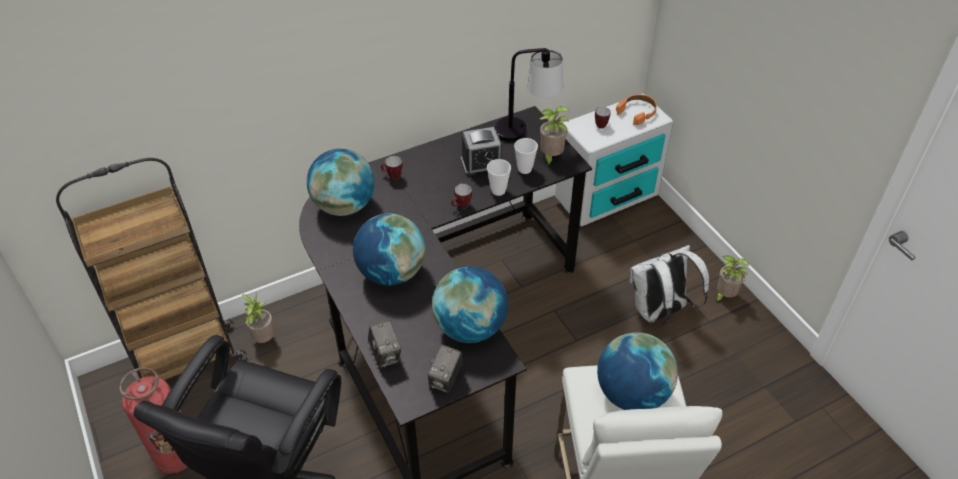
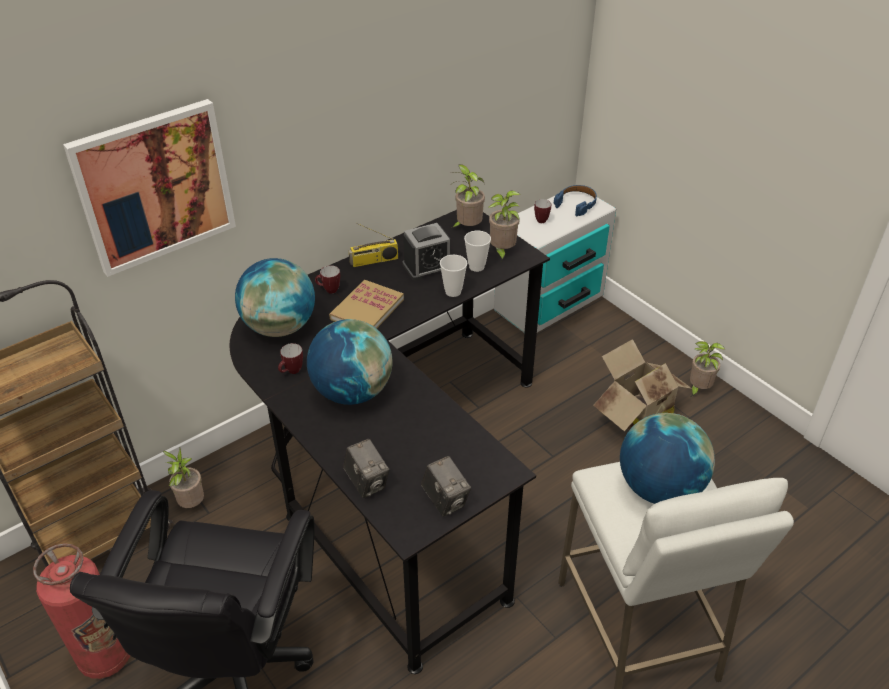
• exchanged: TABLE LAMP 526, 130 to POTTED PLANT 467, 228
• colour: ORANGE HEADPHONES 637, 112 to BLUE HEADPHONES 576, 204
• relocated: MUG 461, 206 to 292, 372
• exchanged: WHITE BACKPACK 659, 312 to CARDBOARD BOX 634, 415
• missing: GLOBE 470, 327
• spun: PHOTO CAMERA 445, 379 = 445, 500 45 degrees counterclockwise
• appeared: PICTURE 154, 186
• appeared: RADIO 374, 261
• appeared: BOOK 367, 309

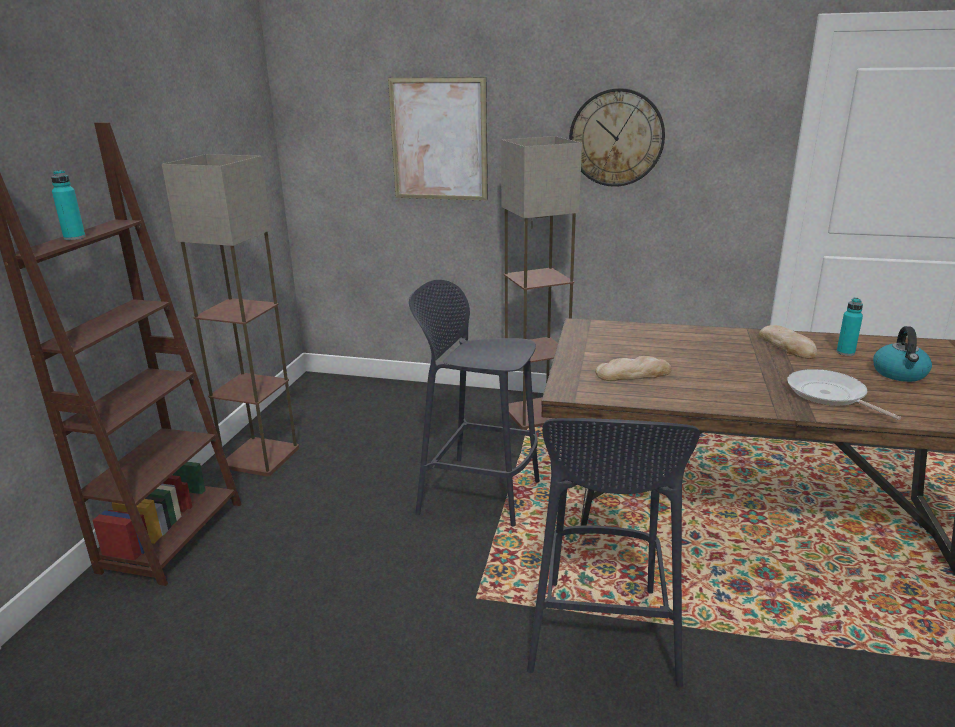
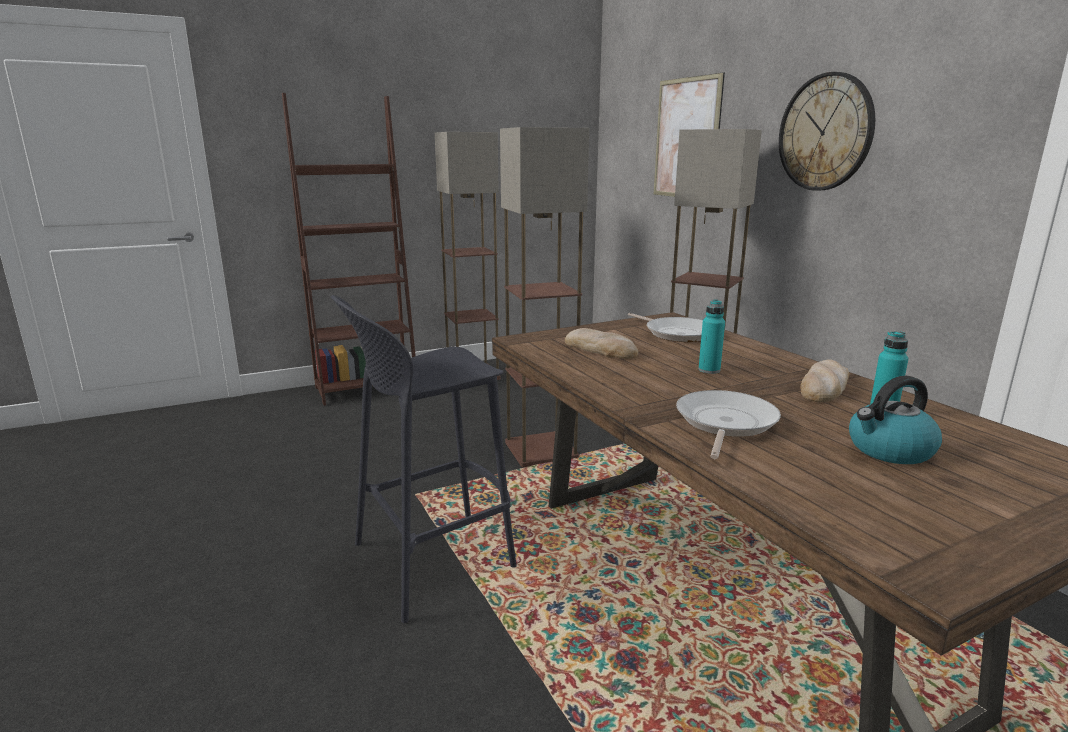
• relocated: TURQUOISE BOTTLE 74, 237 to 709, 370
• exchanged: GREY STOOL 478, 493 to FLOOR LAMP 541, 449
• appeared: FRYING PAN 677, 333

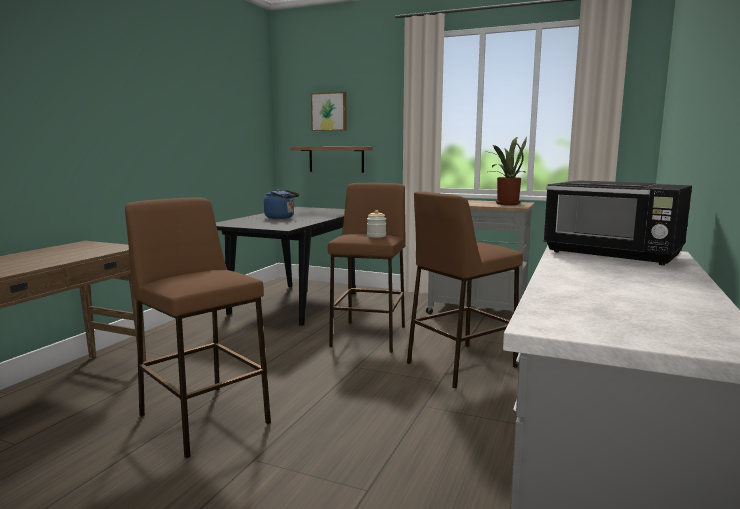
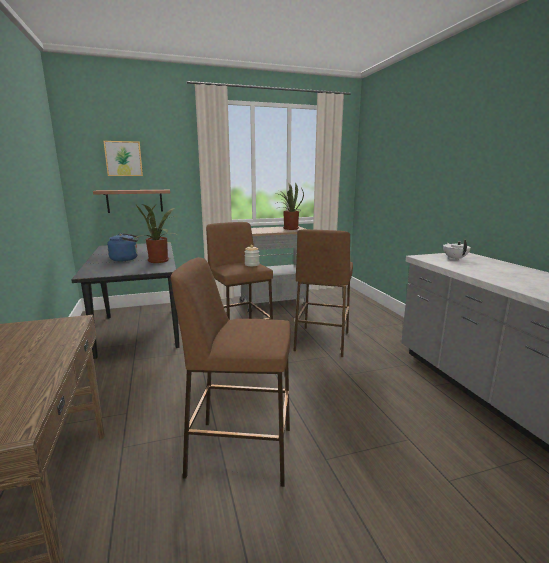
• exchanged: BLACK MICROWAVE 613, 255 to WHITE TEAPOT 455, 258
• appeared: POTTED PLANT 160, 261

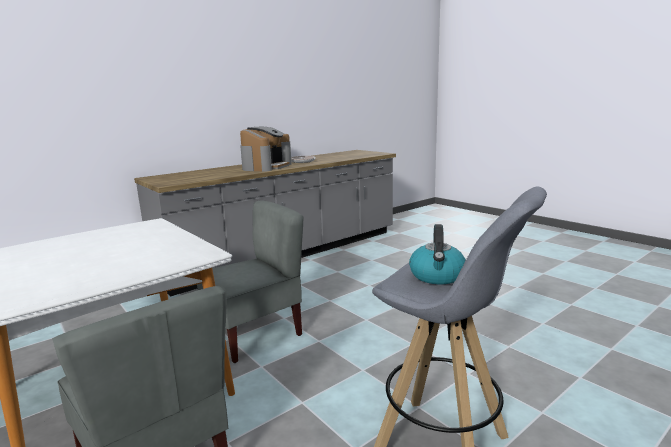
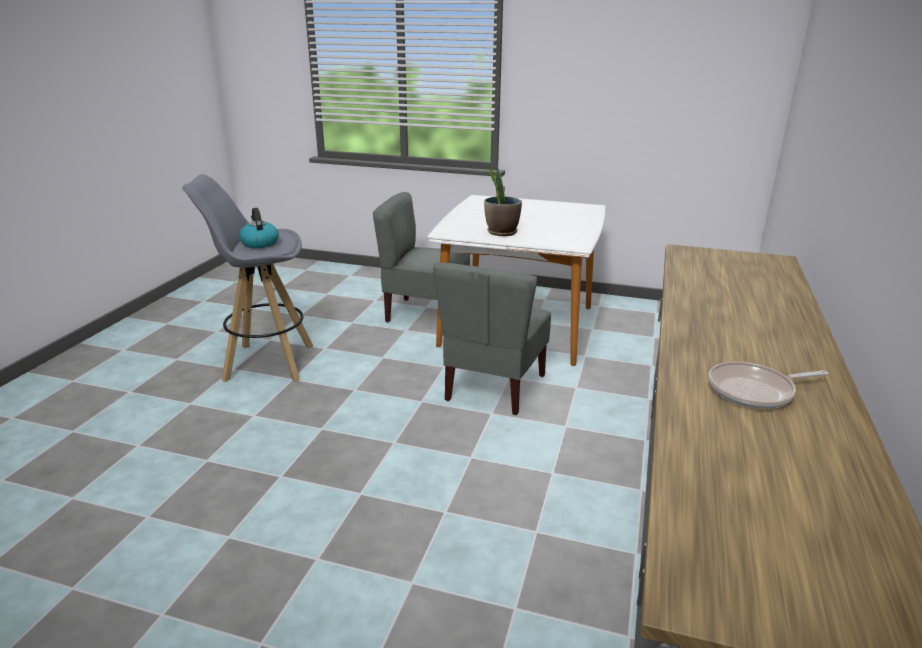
• missing: COFFEE MACHINE 266, 167
• appeared: POTTED PLANT 501, 232

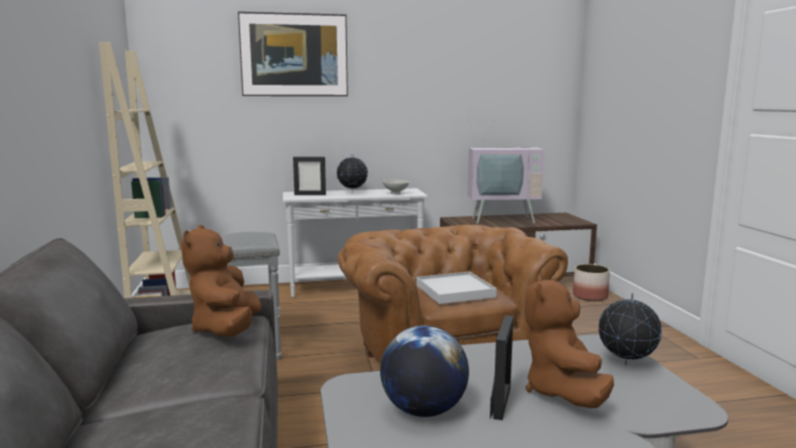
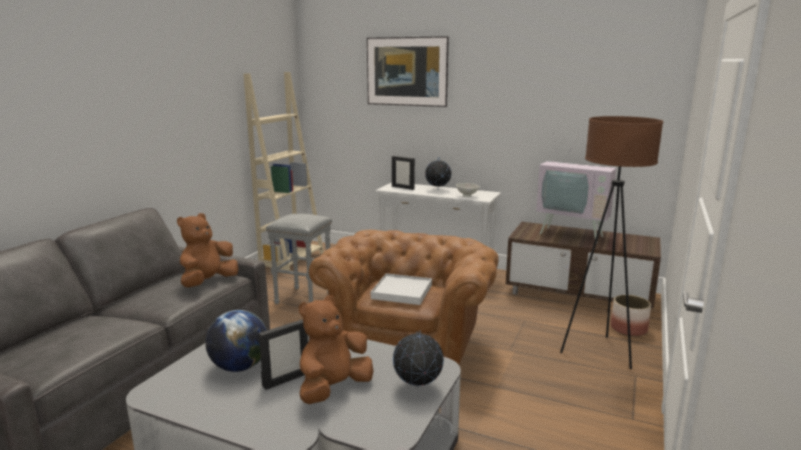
• appeared: BROWN FLOOR LAMP 598, 352

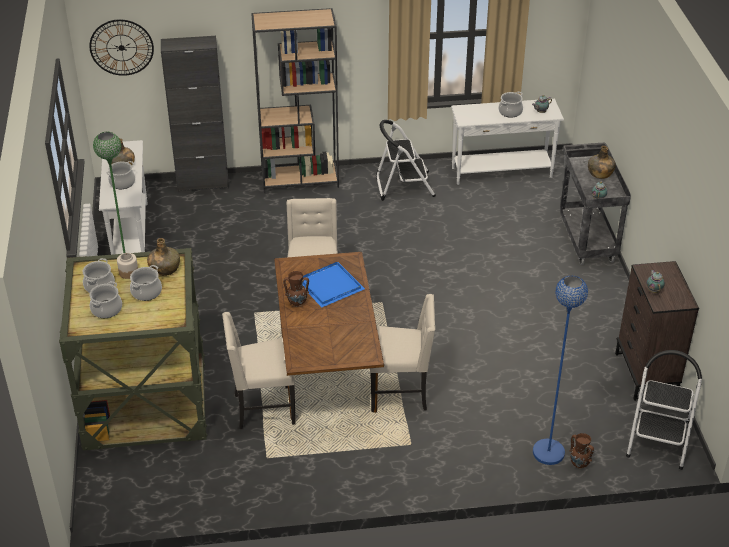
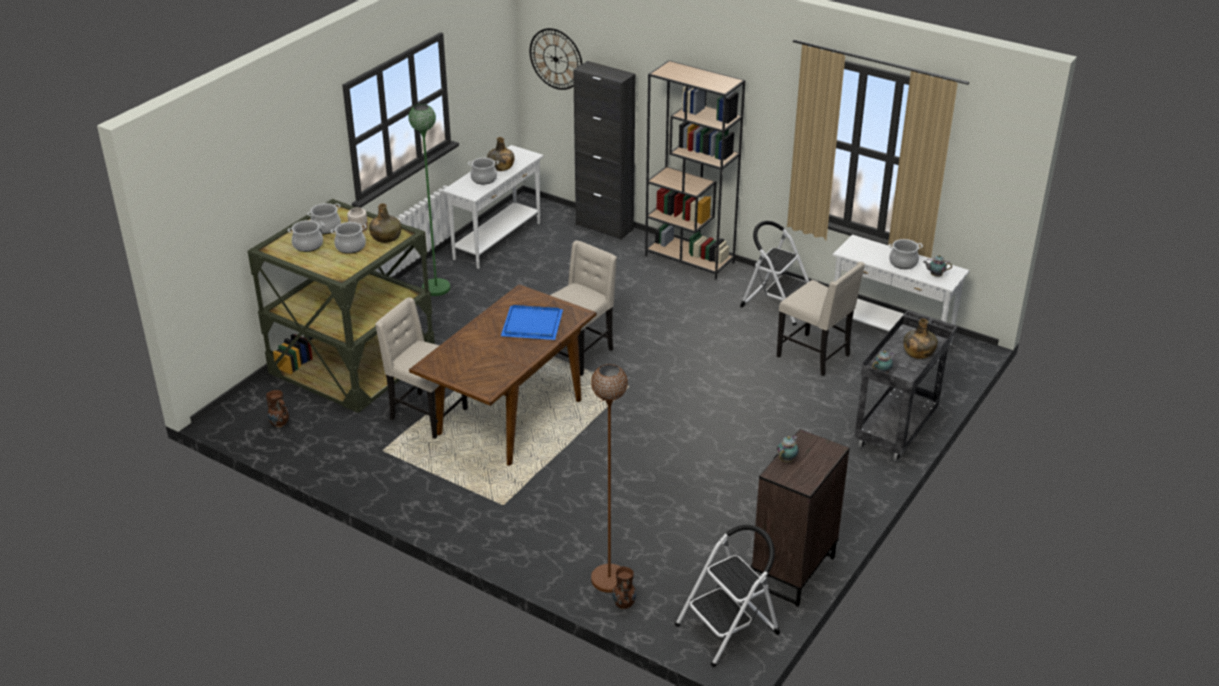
• relocated: BROWN VASE 297, 303 to 279, 423
• colour: BLUE FLOOR LAMP 548, 453 to BROWN FLOOR LAMP 609, 579
• relocated: BEIGE CHAIR 400, 393 to 815, 356

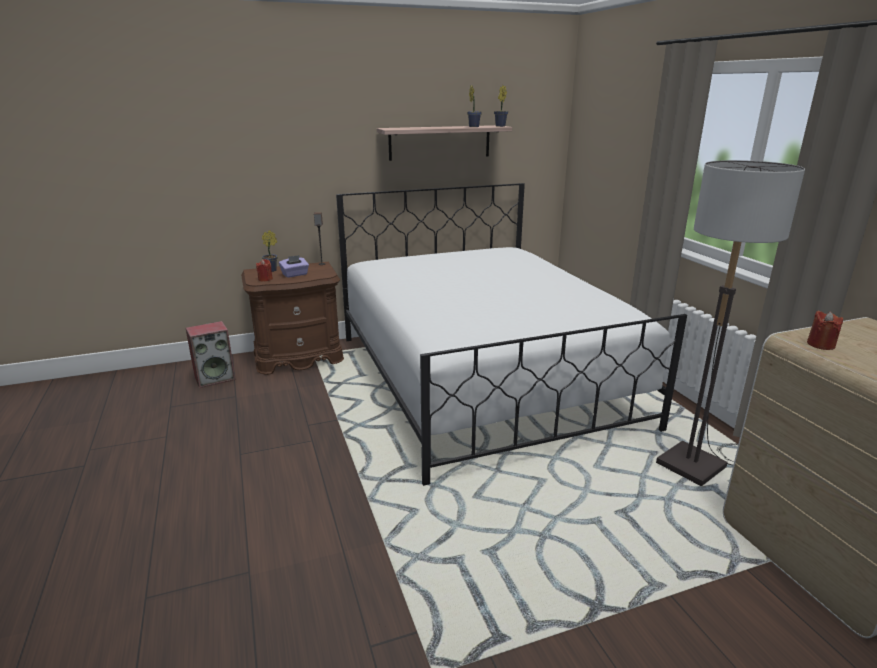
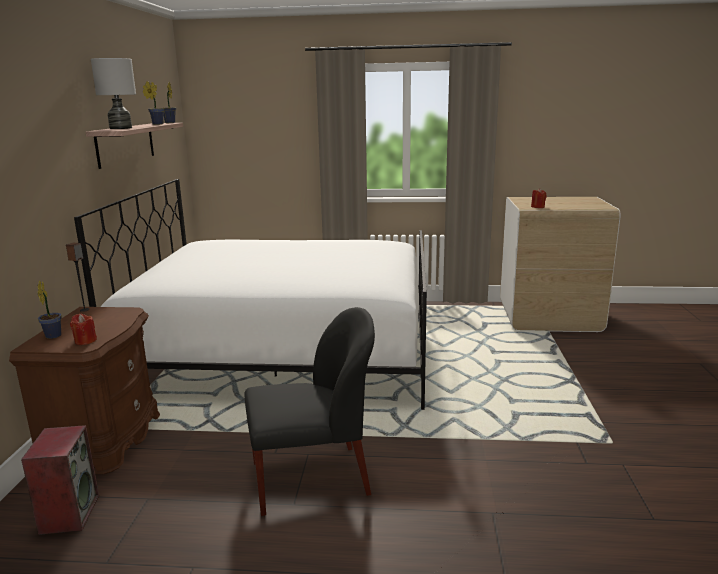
• missing: FLOOR LAMP 706, 463
• missing: PURPLE TISSUE BOX 295, 274
• appeared: GREY TABLE LAMP 121, 128
• appeared: BLACK CHAIR 313, 478

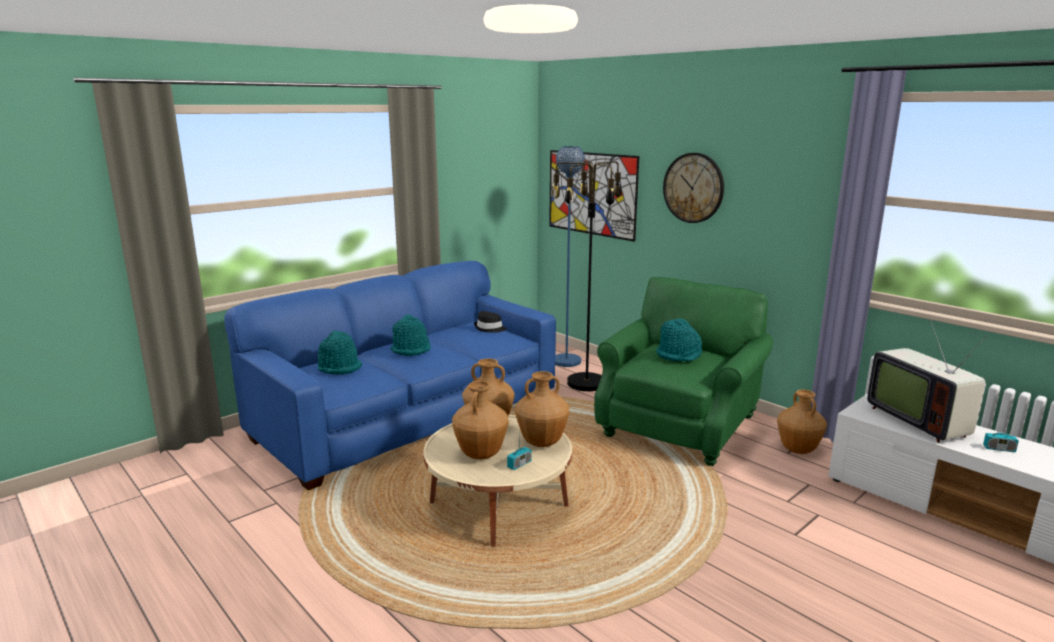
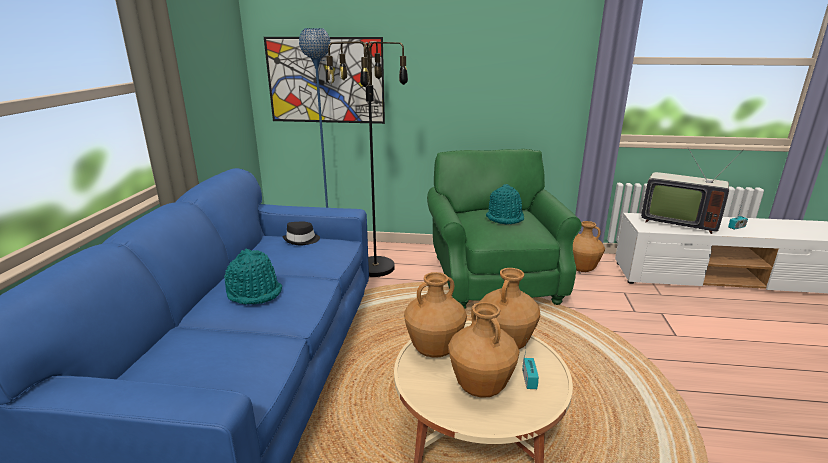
• missing: WALL CLOCK 693, 188
• missing: TURQUOISE HAT 339, 367

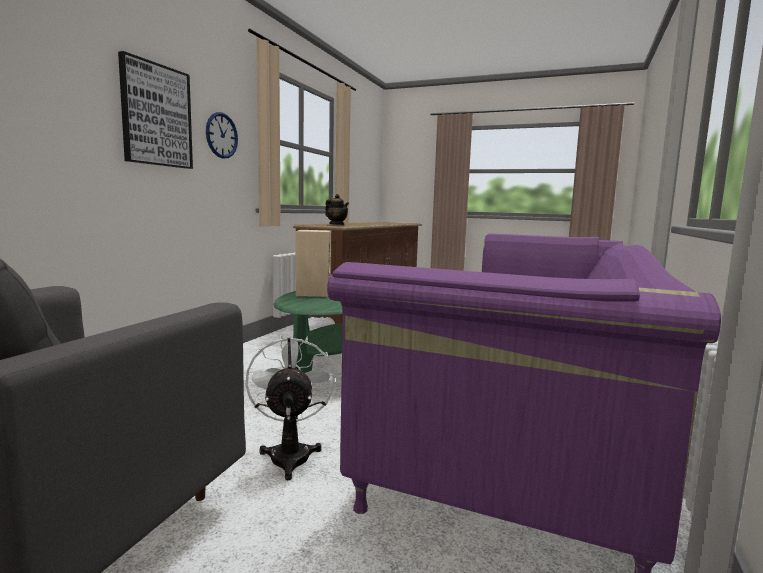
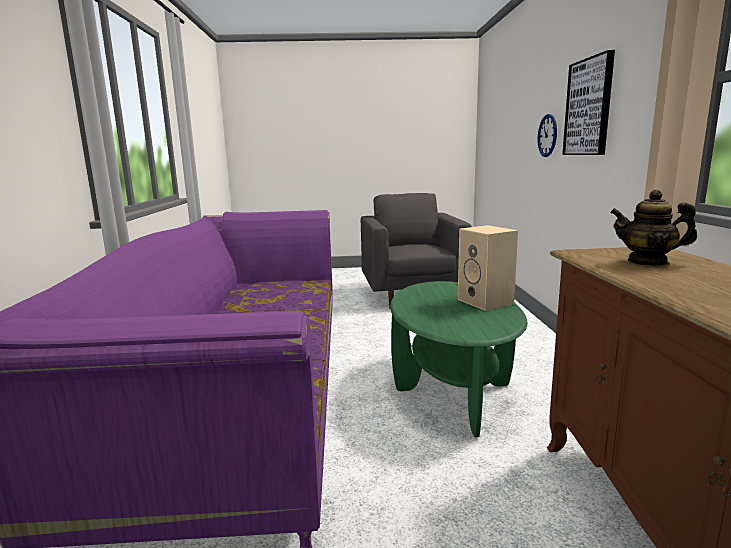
• relocated: WALL CLOCK 221, 135 to 547, 135
• missing: WHITE FAN 290, 454

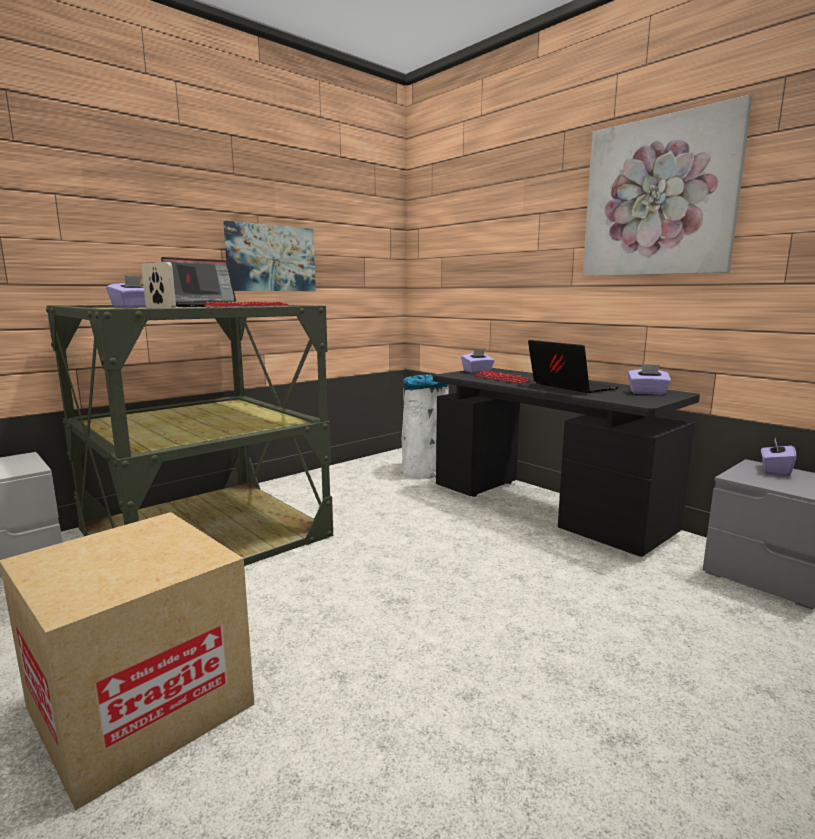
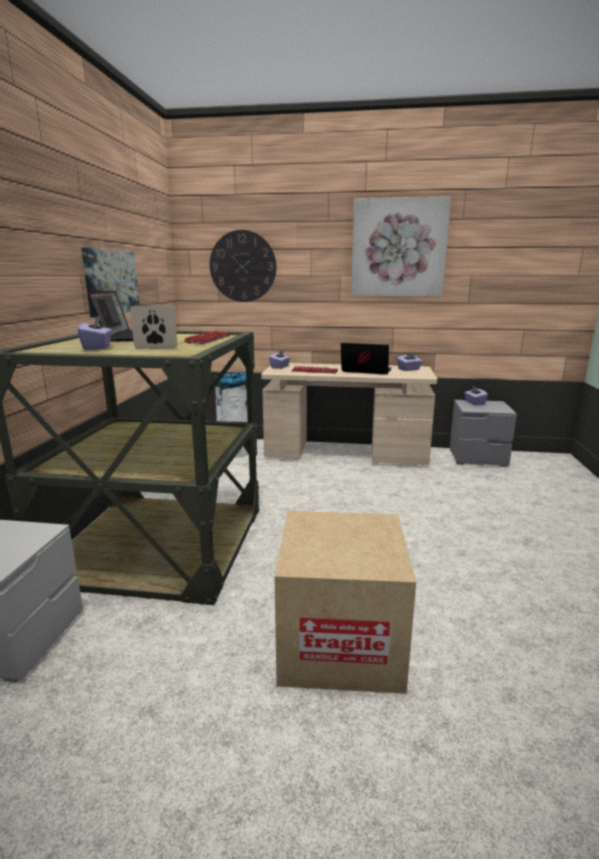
• colour: BLACK DESK 545, 508 to BEIGE DESK 345, 454
• appeared: WALL CLOCK 243, 266

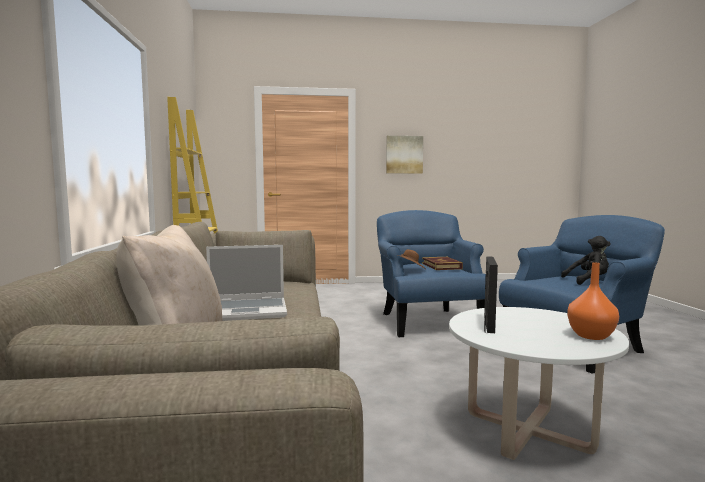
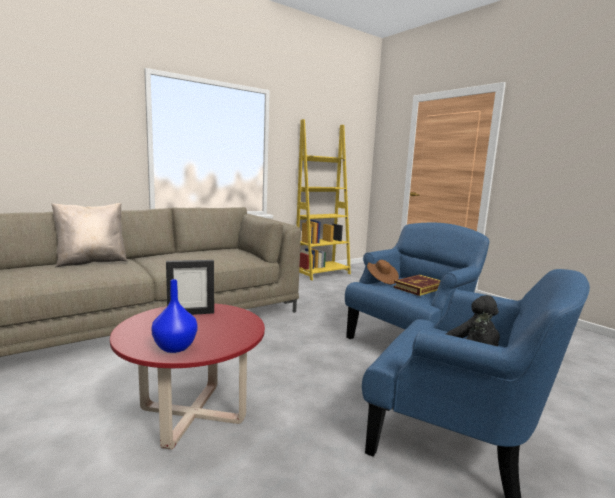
• missing: PICTURE 404, 154
• missing: LAPTOP 247, 311
• colour: ORANGE VASE 590, 335 to BLUE VASE 176, 347
• colour: WHITE COFFEE TABLE 528, 431 to RED COFFEE TABLE 192, 414

